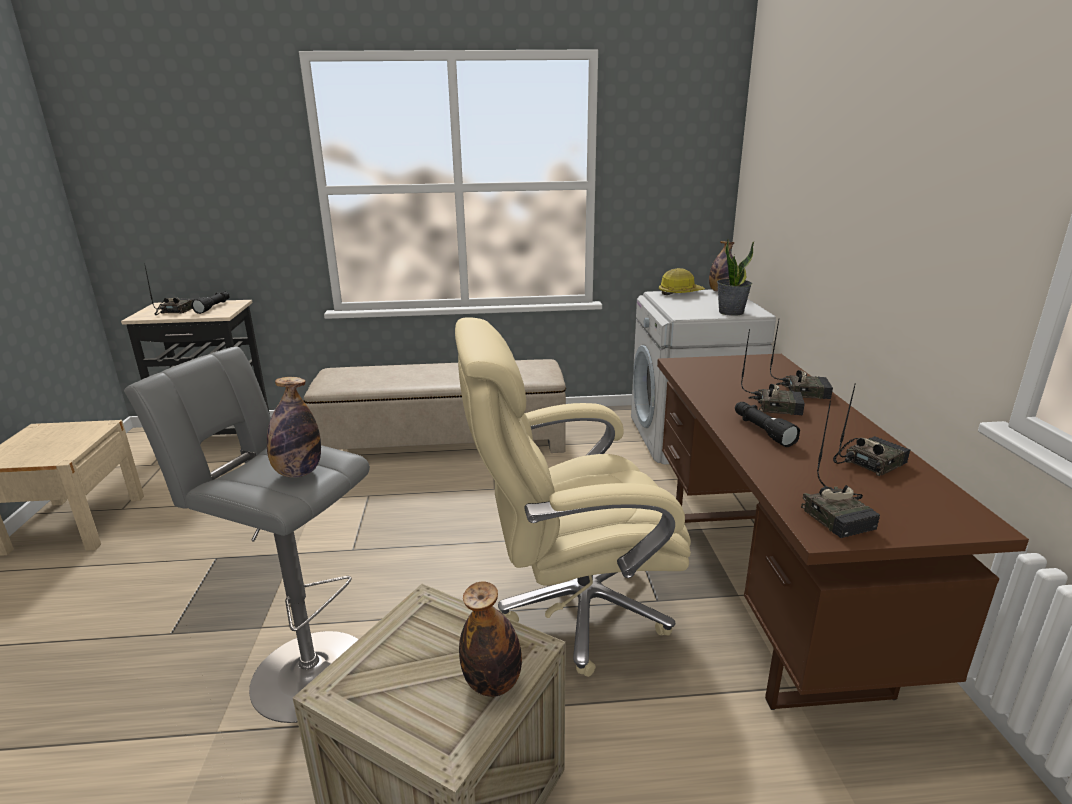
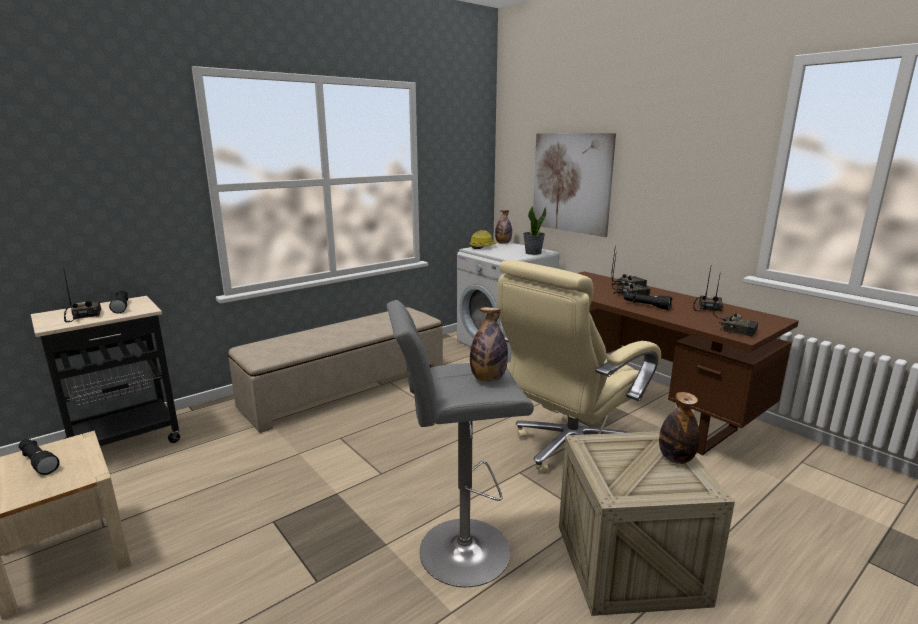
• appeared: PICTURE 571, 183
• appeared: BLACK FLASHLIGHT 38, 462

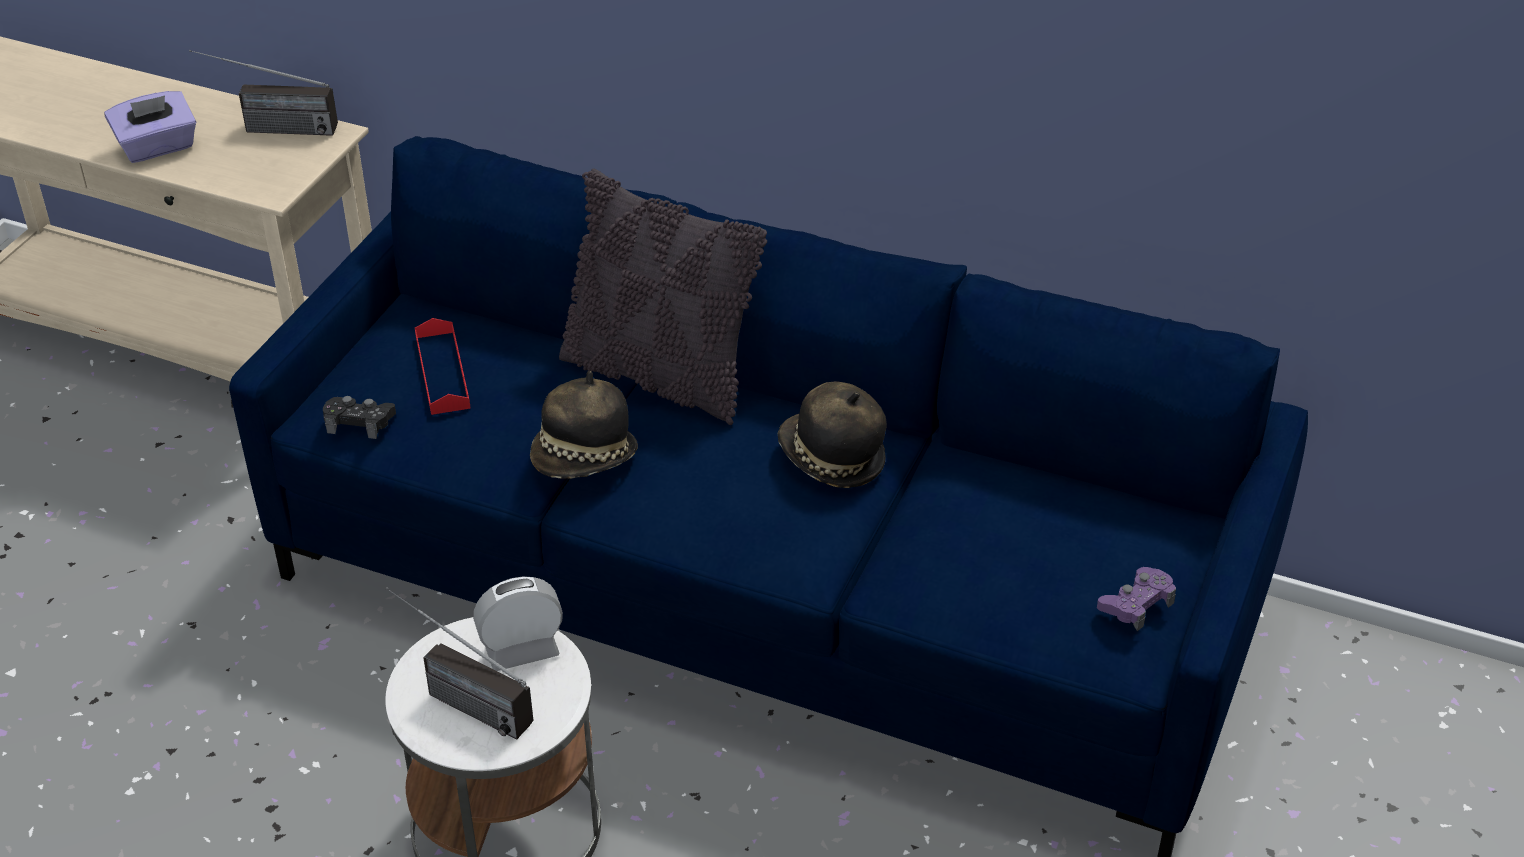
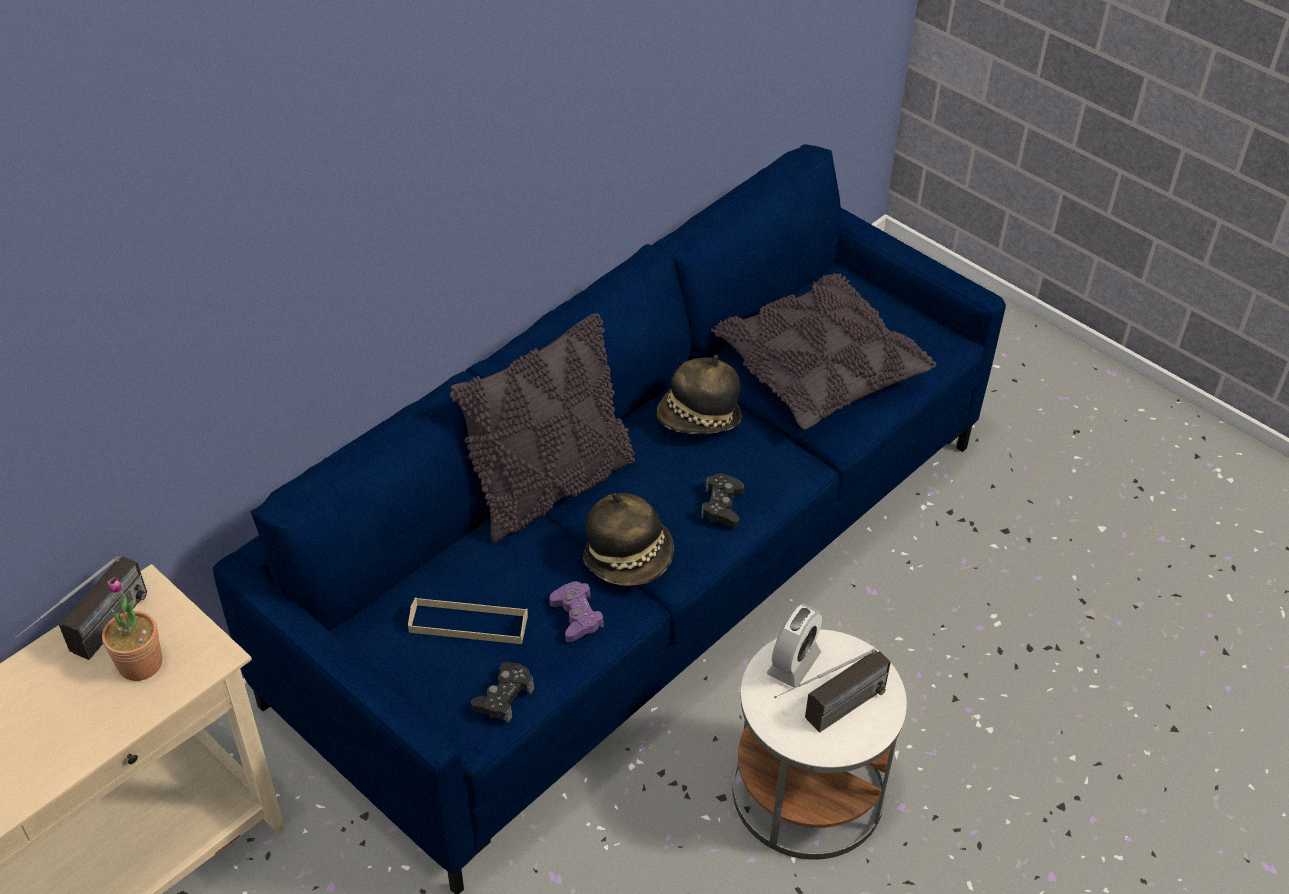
• missing: PURPLE TISSUE BOX 157, 147
• colour: RED TRAY 442, 372 to BEIGE TRAY 468, 624
• relocated: PURPLE GAME CONTROLLER 1136, 604 to 576, 616
• spun: ALARM CLOCK 522, 650 = 793, 663 150 degrees counterclockwise
• appeared: BLACK PILLOW 819, 367
• appeared: BLACK GAME CONTROLLER 722, 506
• appeared: POTTED PLANT 140, 663

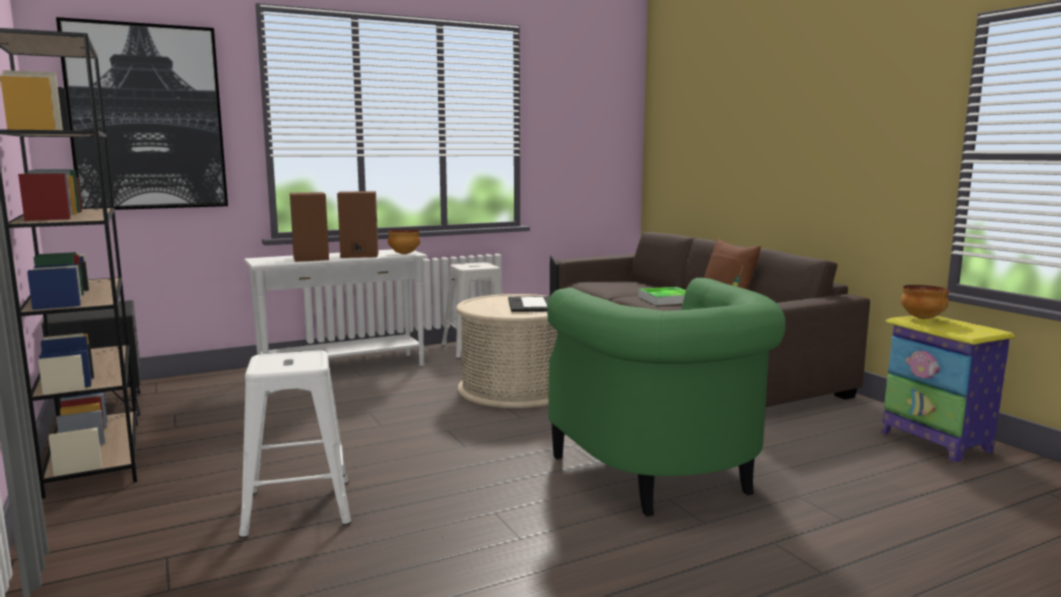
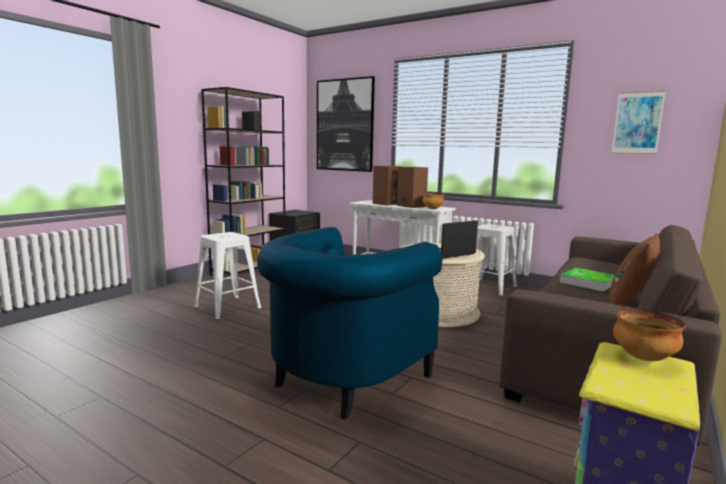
• colour: GREEN ARMCHAIR 661, 475 to BLUE ARMCHAIR 344, 380
• appeared: PICTURE 637, 123

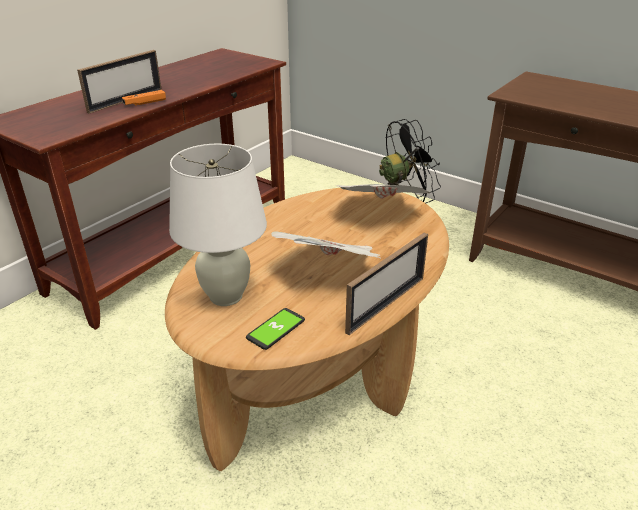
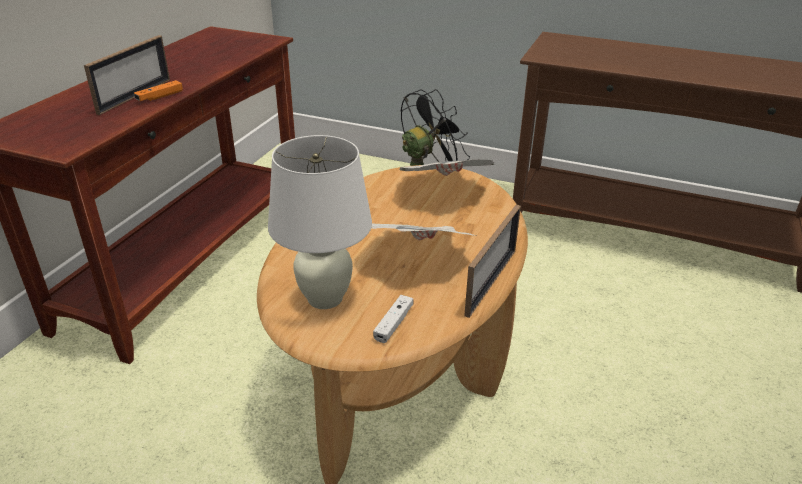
• exchanged: PHONE 276, 329 to WHITE GAME CONTROLLER 393, 324

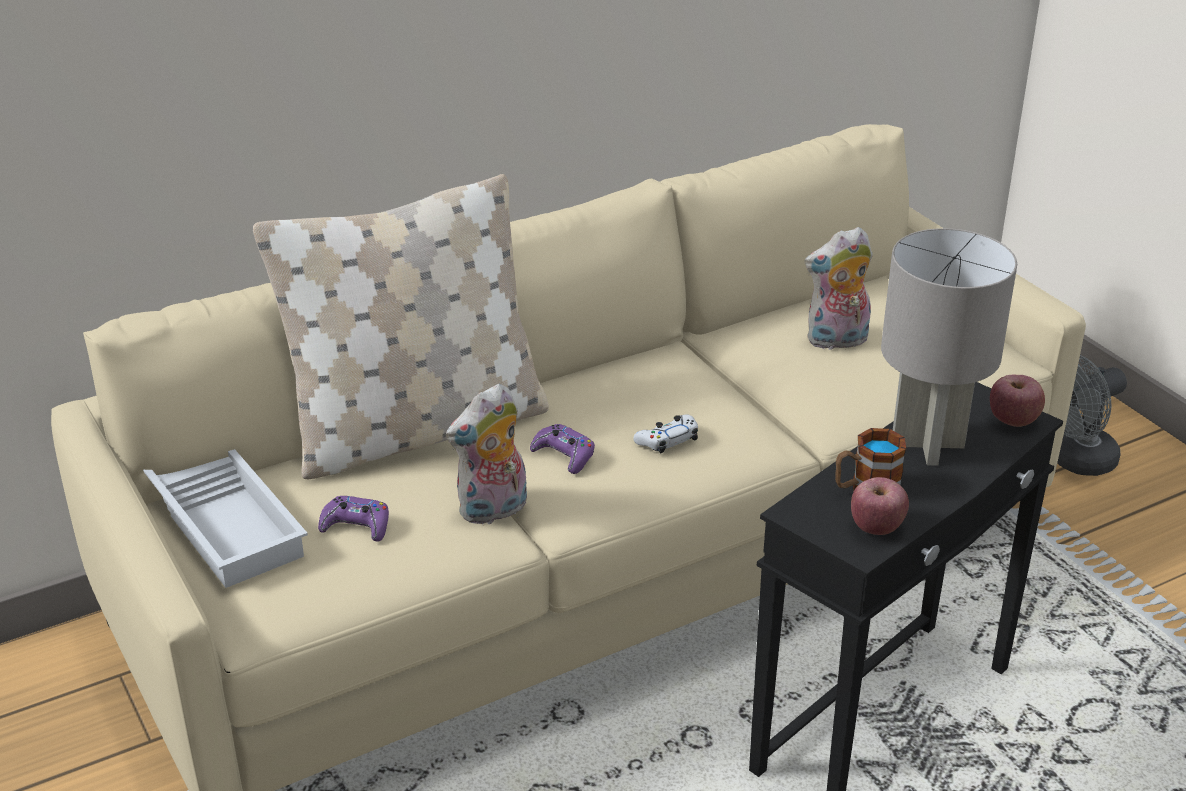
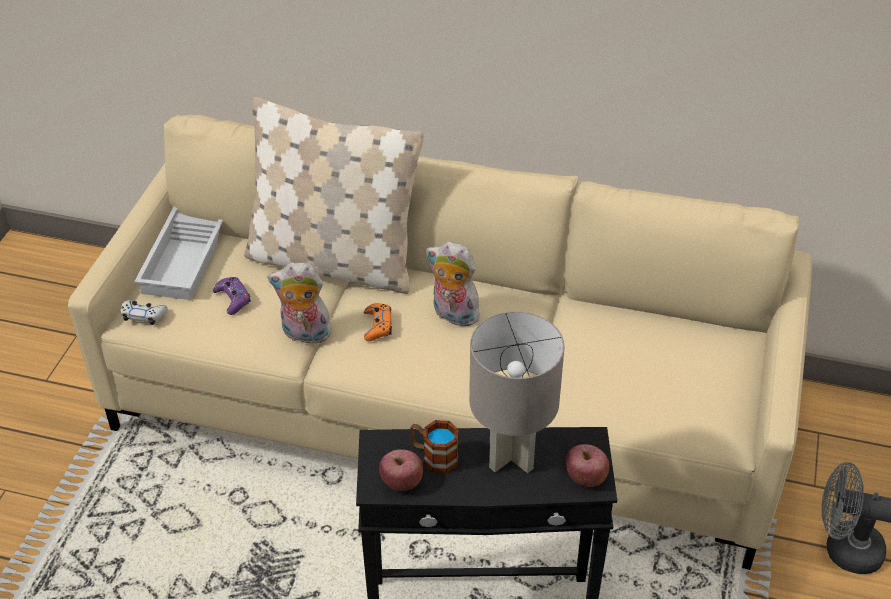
• relocated: PLUSH TOY 836, 341 to 452, 315
• relocated: WHITE GAME CONTROLLER 667, 440 to 144, 315
• colour: PURPLE GAME CONTROLLER 564, 455 to ORANGE GAME CONTROLLER 377, 326

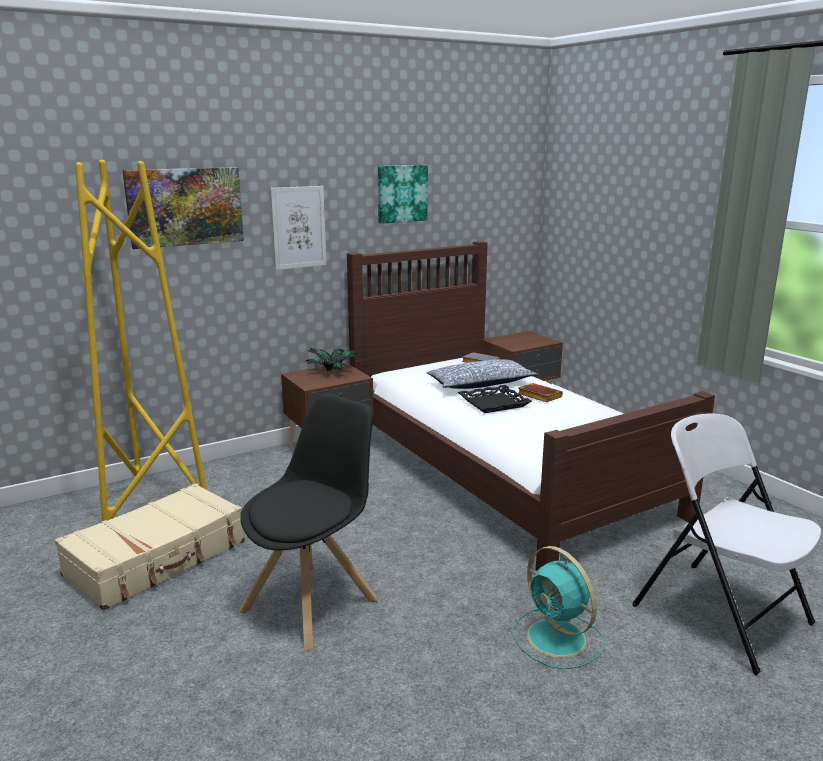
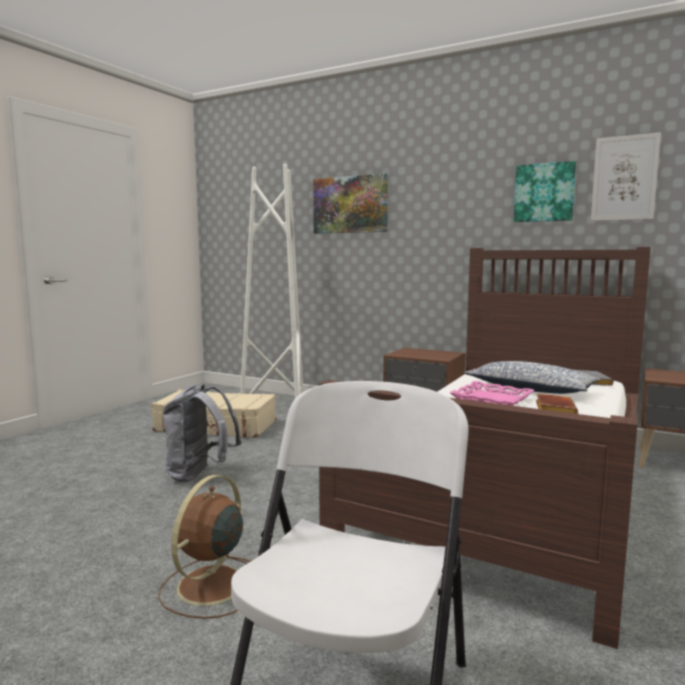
• colour: YELLOW CLOTHES RACK 151, 500 to WHITE CLOTHES RACK 281, 407
• relocated: PICTURE 298, 227 to 624, 178
• missing: POTTED PLANT 333, 371
• colour: BLACK TRAY 493, 403 to PINK TRAY 492, 399
• exchanged: BLACK CHAIR 314, 601 to GREY BACKPACK 200, 475
• colour: TURQUOISE FAN 558, 639 to BROWN FAN 209, 587

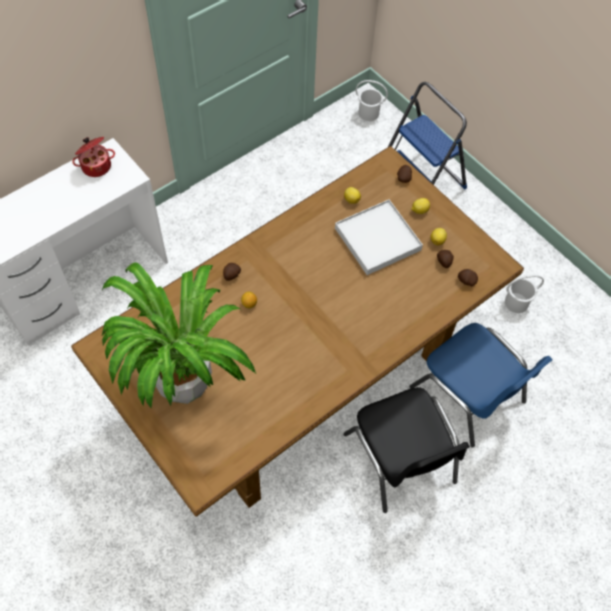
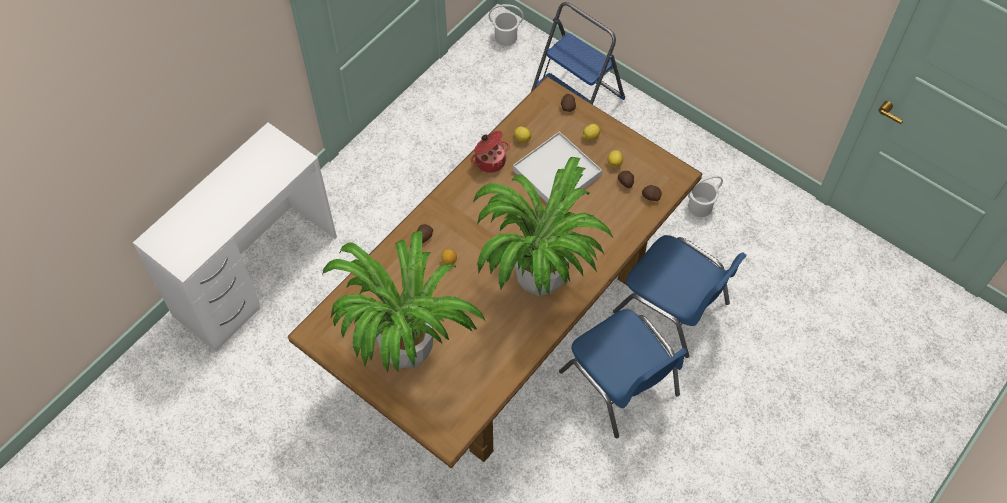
• relocated: COOKING POT 96, 165 to 489, 160
• colour: BLACK CHAIR 401, 459 to BLUE CHAIR 621, 384
• appeared: POTTED PLANT 540, 277

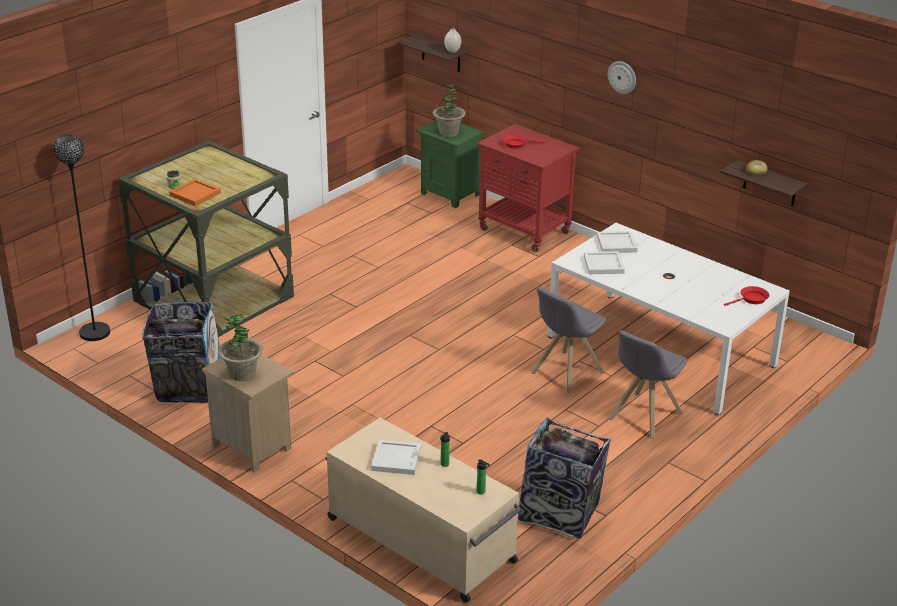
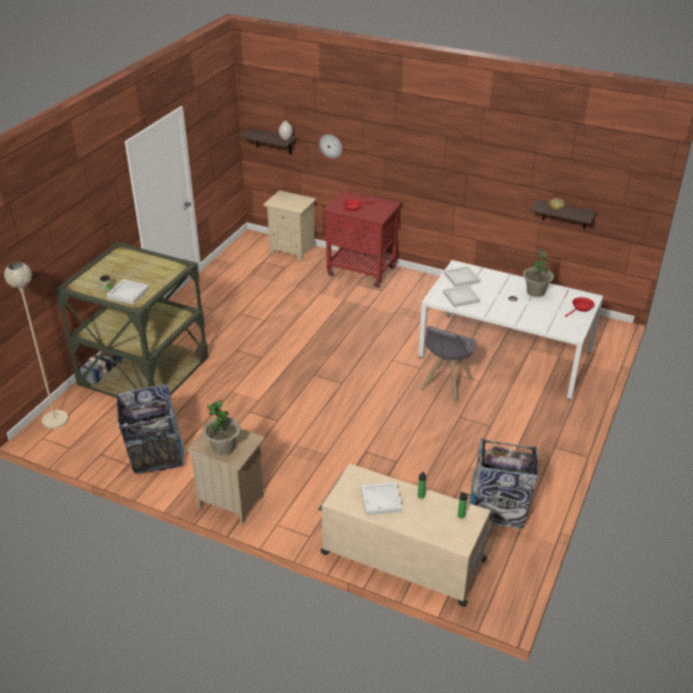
• relocated: WALL CLOCK 622, 77 to 331, 146
• relocated: POTTED PLANT 448, 132 to 535, 292
• colour: GREEN NIGHTSTAND 450, 195 to BEIGE NIGHTSTAND 292, 250
• colour: BLACK FLOOR LAMP 94, 332 to BEIGE FLOOR LAMP 55, 420
• colour: ORANGE TRAY 195, 194 to WHITE TRAY 128, 293
• missing: GREY CHAIR 644, 416

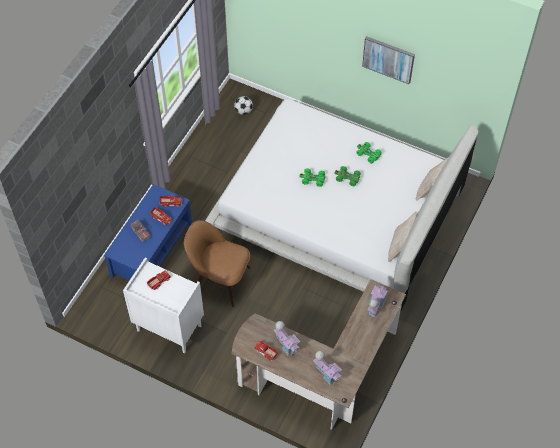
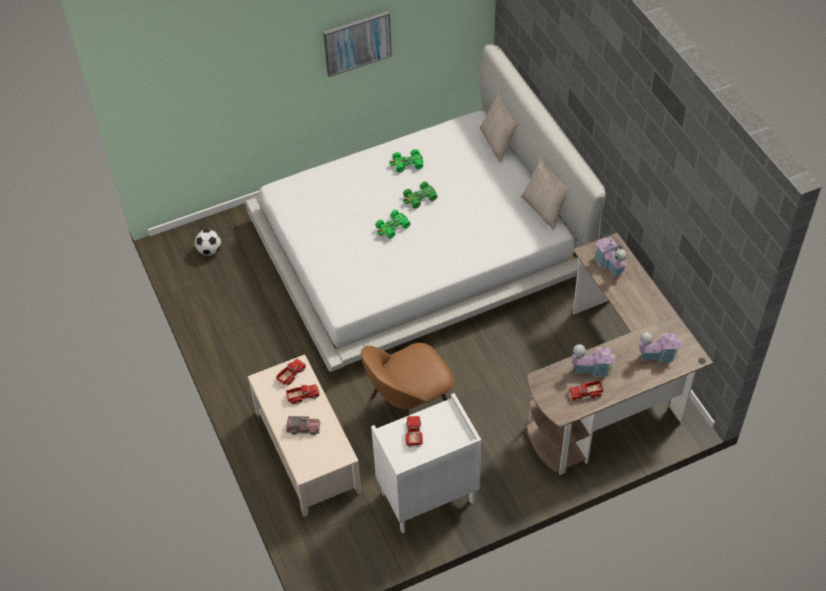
• colour: BLUE COFFEE TABLE 151, 250 to BEIGE COFFEE TABLE 307, 451

